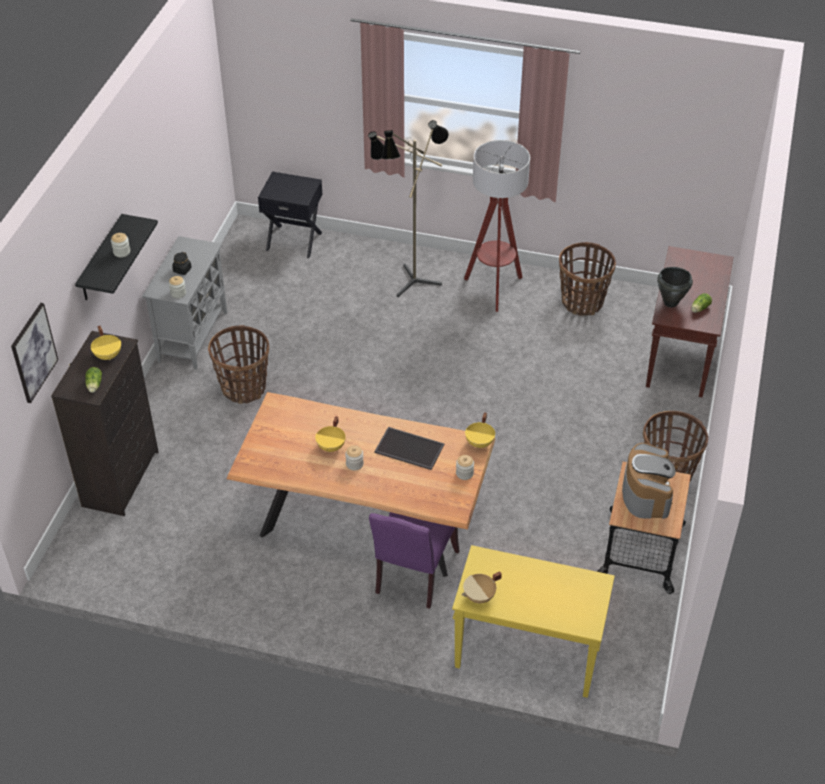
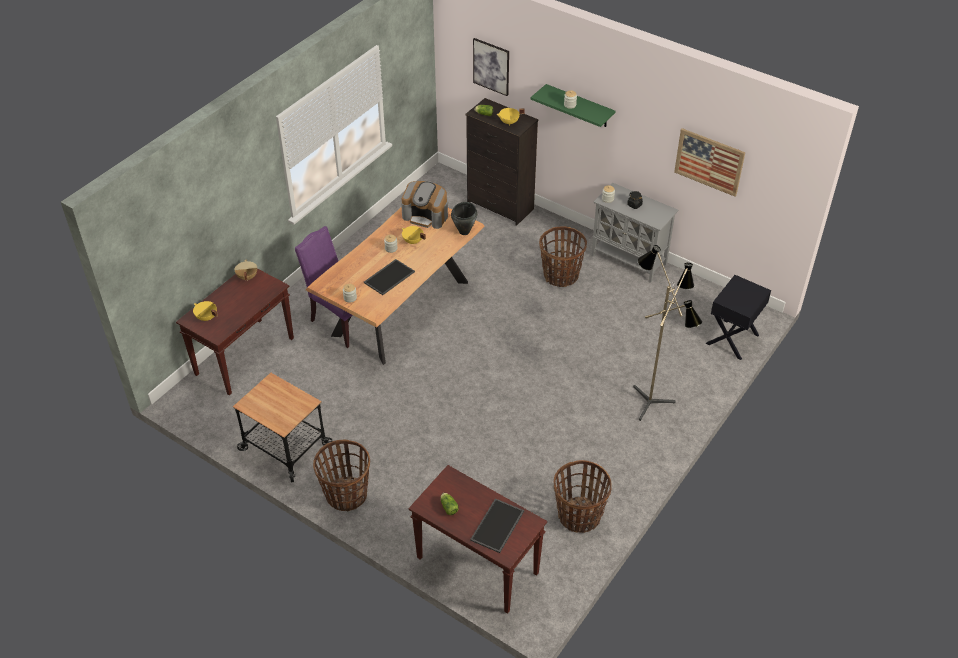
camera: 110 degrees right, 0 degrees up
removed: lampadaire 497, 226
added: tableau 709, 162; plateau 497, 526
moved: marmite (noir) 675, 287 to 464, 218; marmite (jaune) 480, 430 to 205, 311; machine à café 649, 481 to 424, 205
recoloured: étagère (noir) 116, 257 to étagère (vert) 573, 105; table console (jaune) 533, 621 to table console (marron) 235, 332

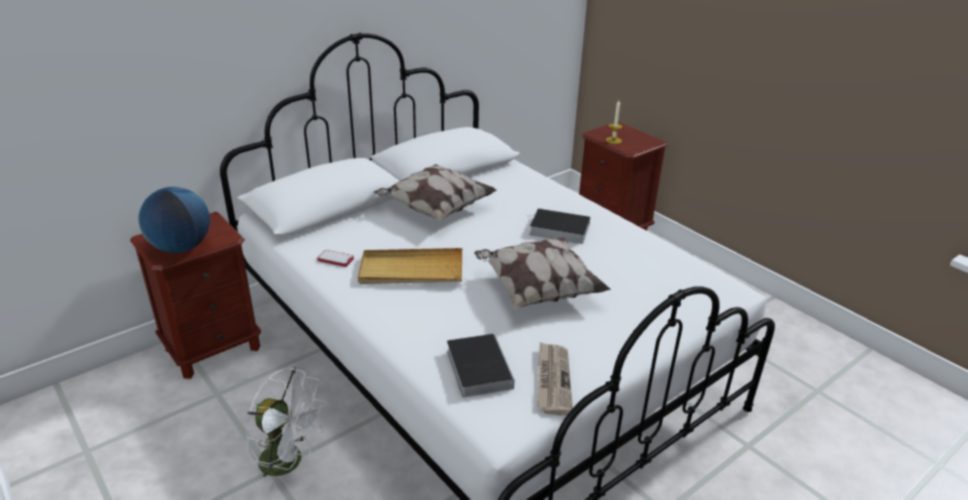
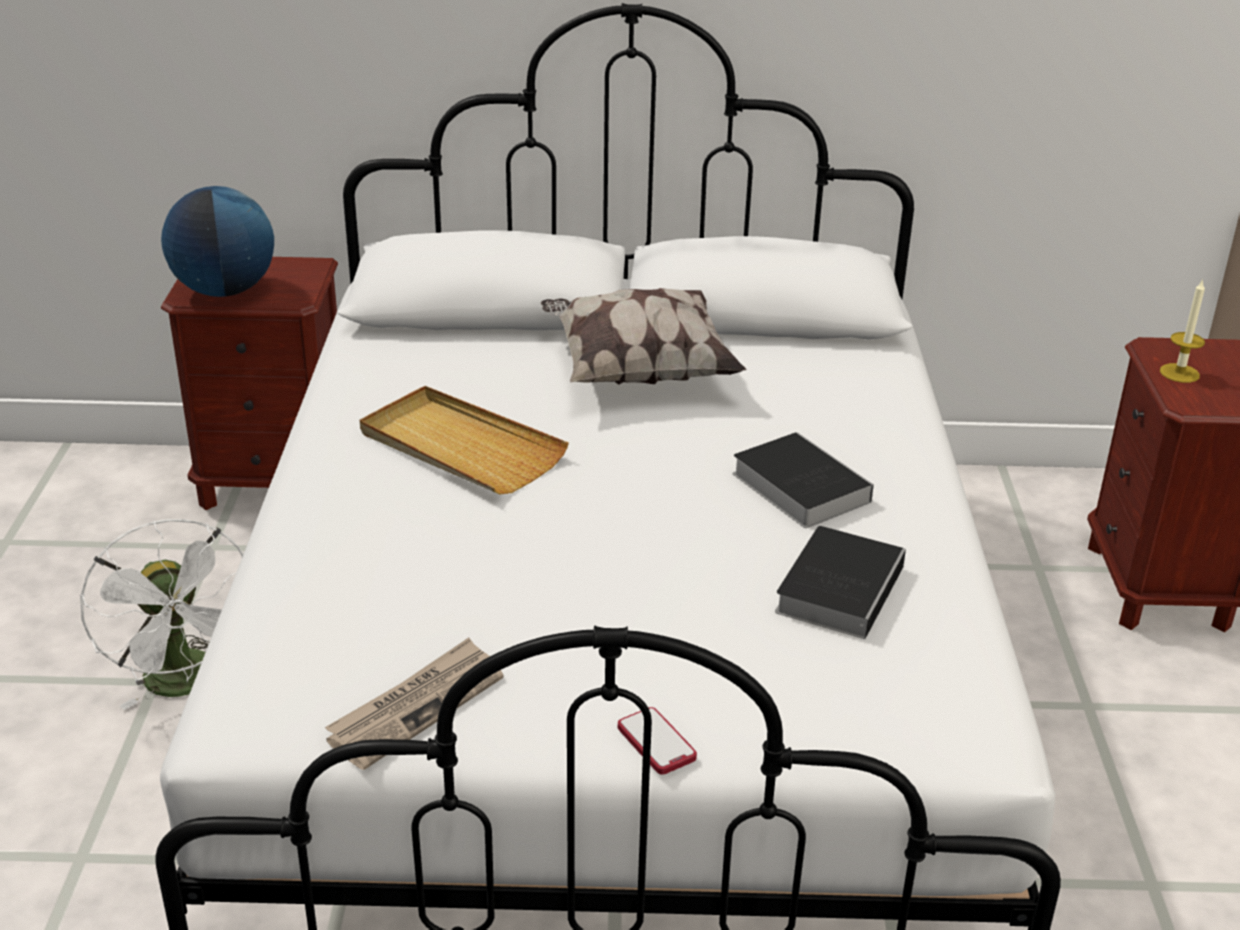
camera: 40 degrees right, 0 degrees up
removed: coussin 542, 273
moved: téléphone 335, 258 to 657, 741; livre 481, 366 to 840, 582

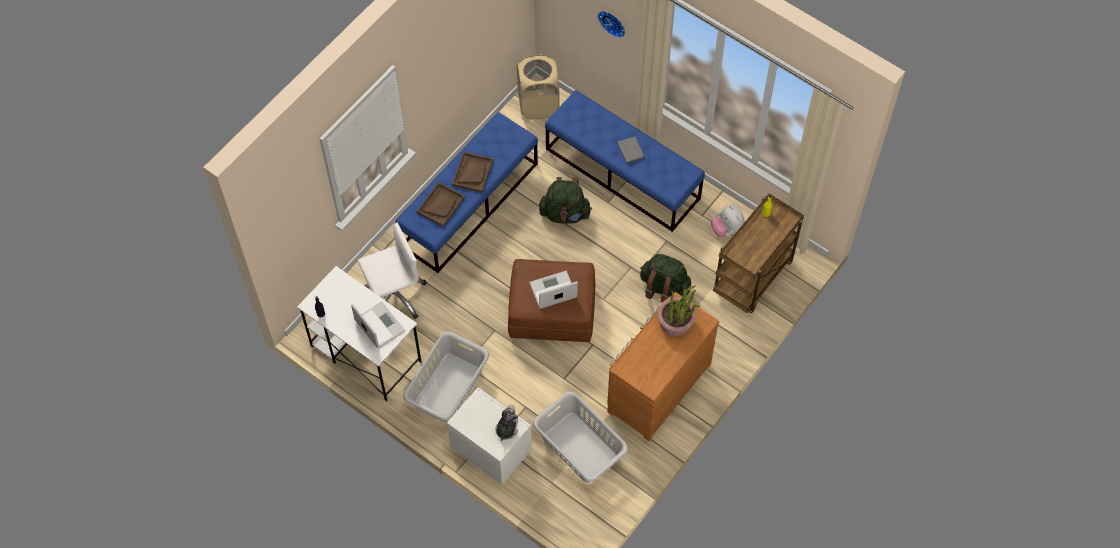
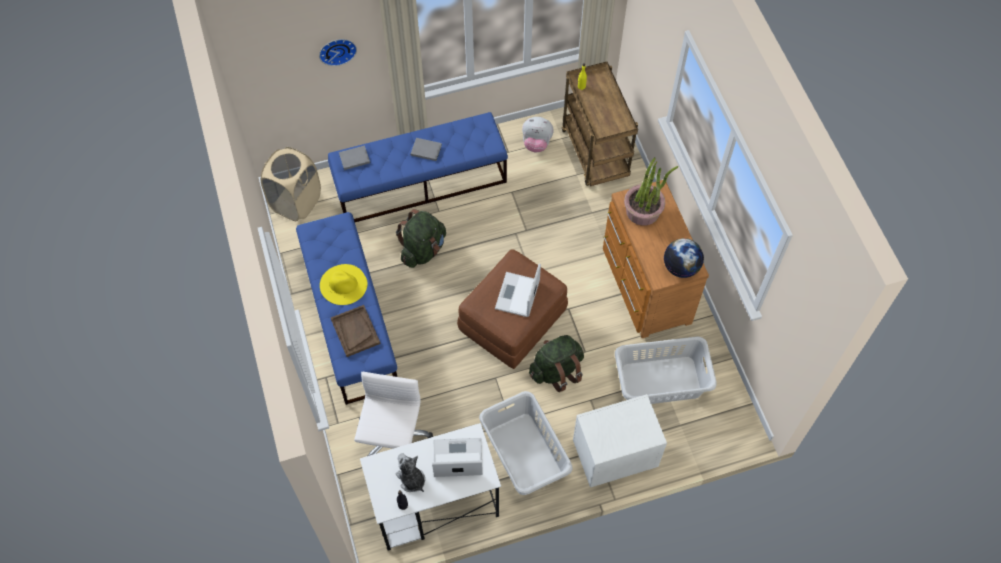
camera: 55 degrees left, 0 degrees up
added: livre (gris) 354, 157; globe 684, 258
moved: sac à dos (vert) 665, 278 to 556, 363; peluche 507, 423 to 410, 472
replaced: plateau (marron) 472, 172 to chapeau (jaune) 343, 284

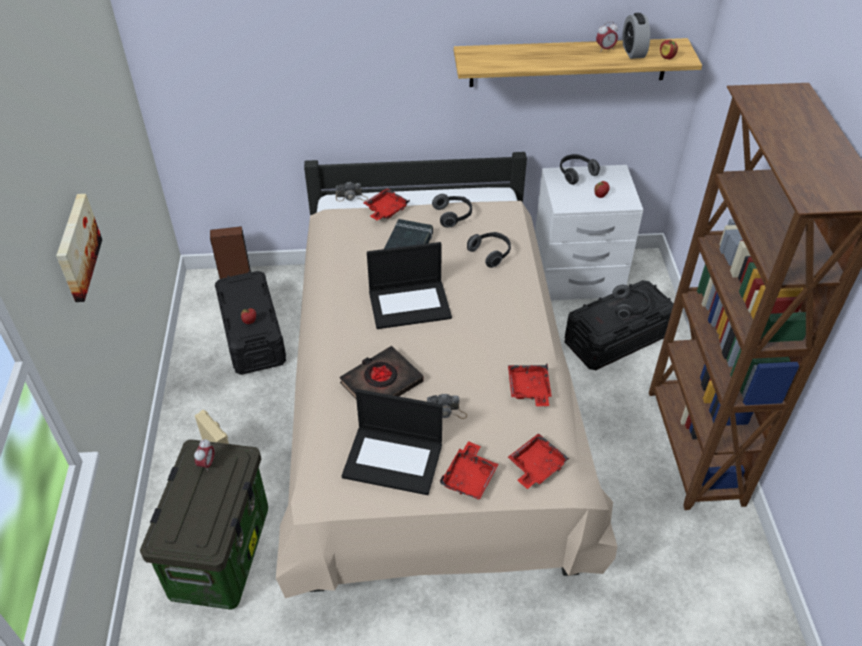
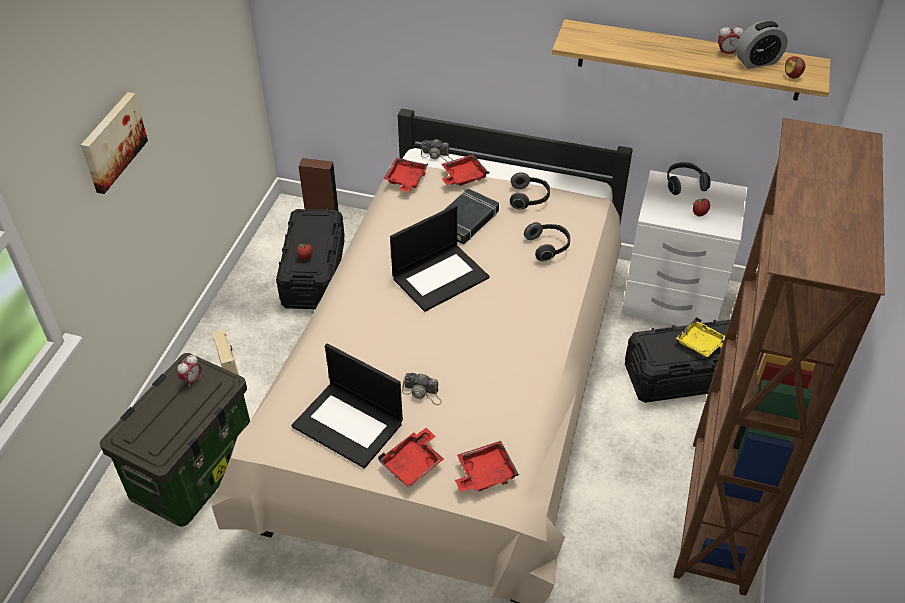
camera: 20 degrees right, 0 degrees up
removed: livre (noir) 381, 372
moved: plateau (rouge) 530, 385 to 405, 175
replaced: casque audio 631, 302 to plateau (jaune) 700, 337
turned: réveil 636, 36 = 762, 45 120 degrees counterclockwise; ordinateur portable 409, 285 = 440, 258 45 degrees counterclockwise

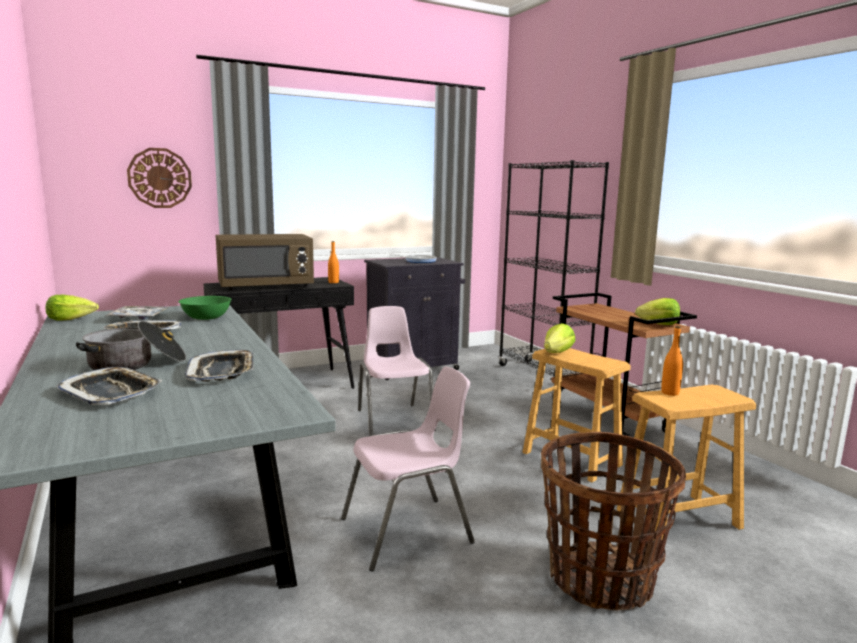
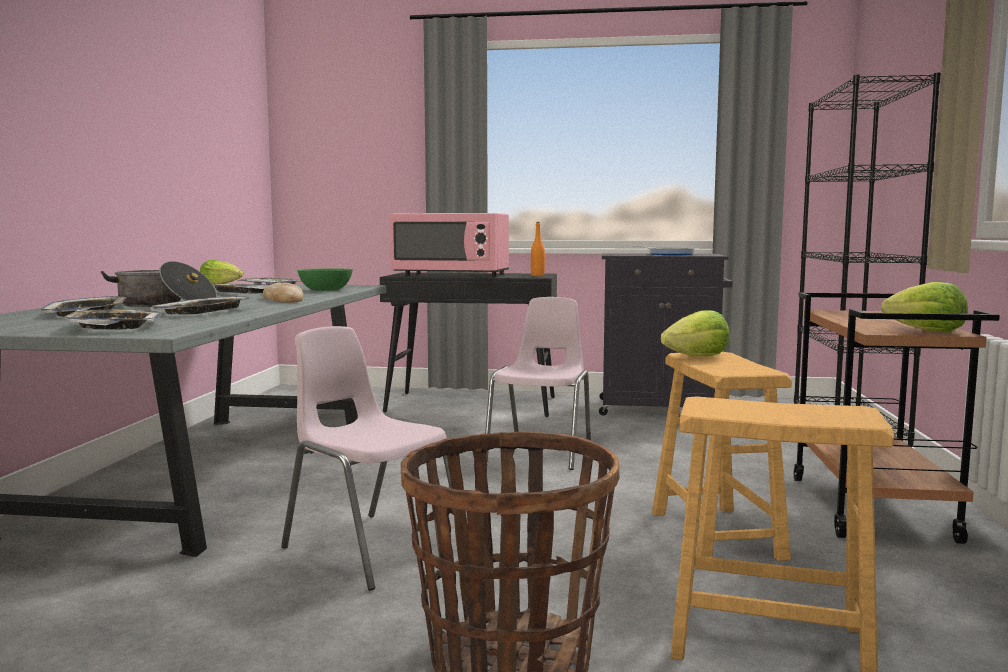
camera: 35 degrees right, 5 degrees down
removed: horloge murale 159, 178; bouteille (orange) 672, 361
added: pain 283, 293; plateau 112, 319
recoloured: micro-ondes (marron) 265, 262 to micro-ondes (rose) 449, 245
turned: chaise (rose) 408, 469 = 366, 458 150 degrees counterclockwise

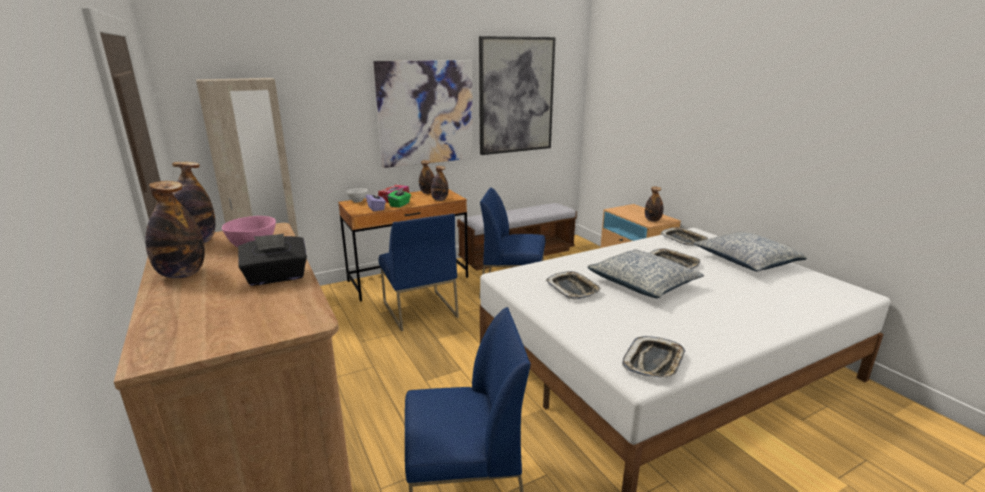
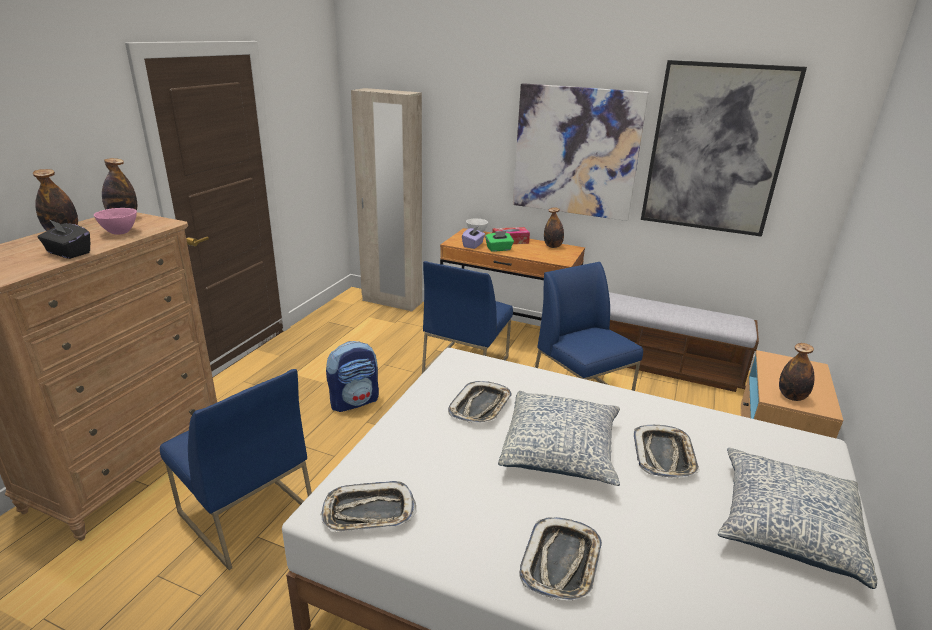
camera: 50 degrees right, 5 degrees up
removed: bouteille 439, 183
added: sac à dos 352, 376
moved: plateau 684, 236 to 560, 559

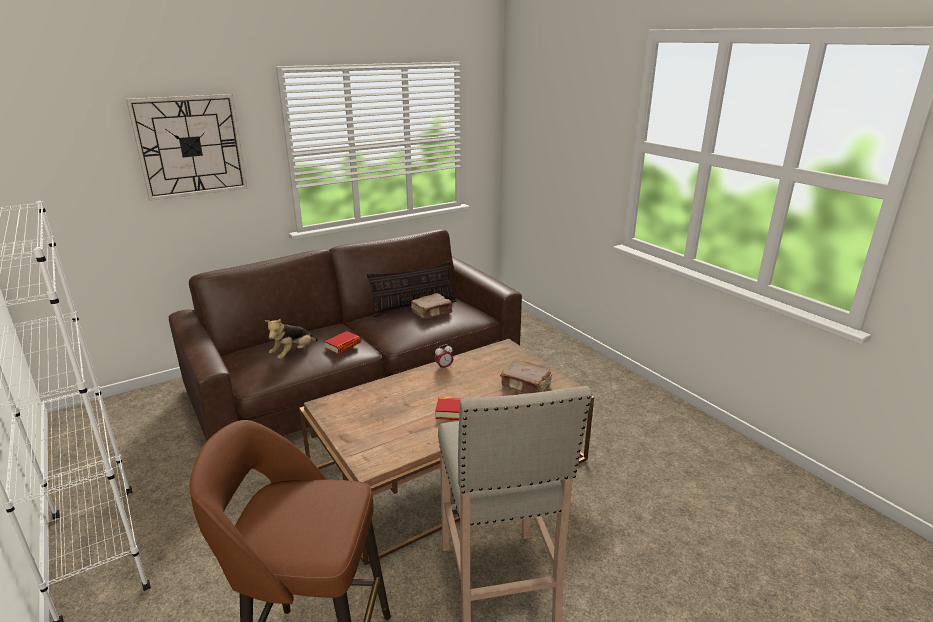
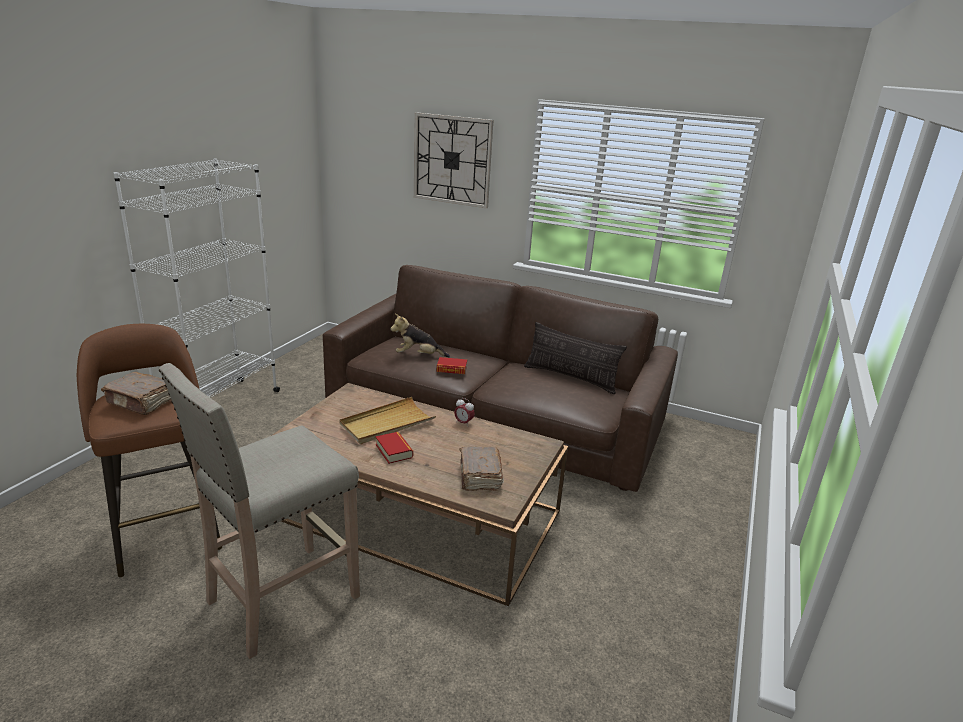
camera: 55 degrees right, 0 degrees up
added: plateau (beige) 388, 420
moved: livre (marron) 431, 306 to 136, 393

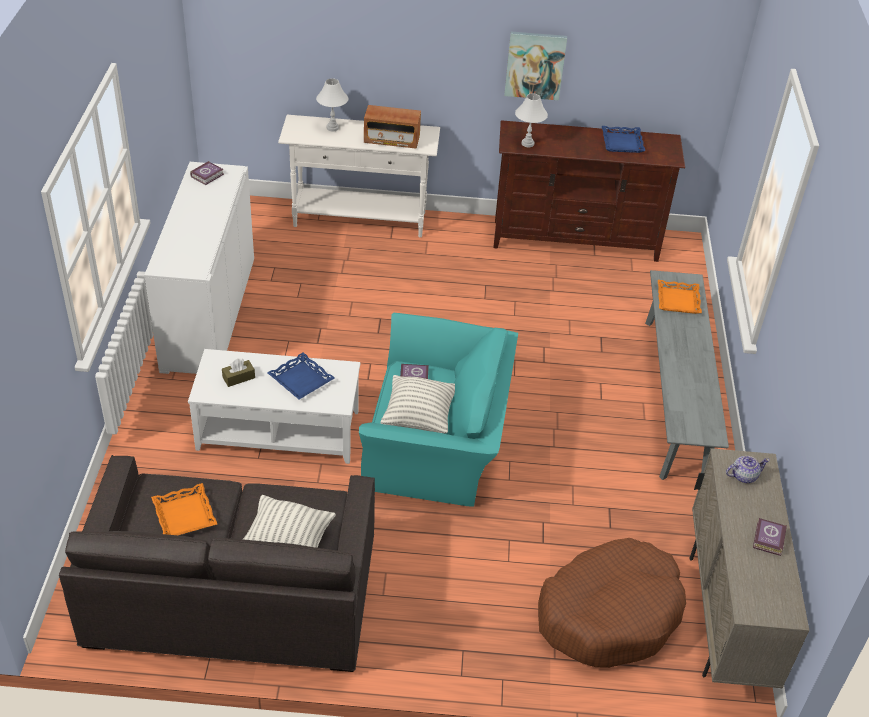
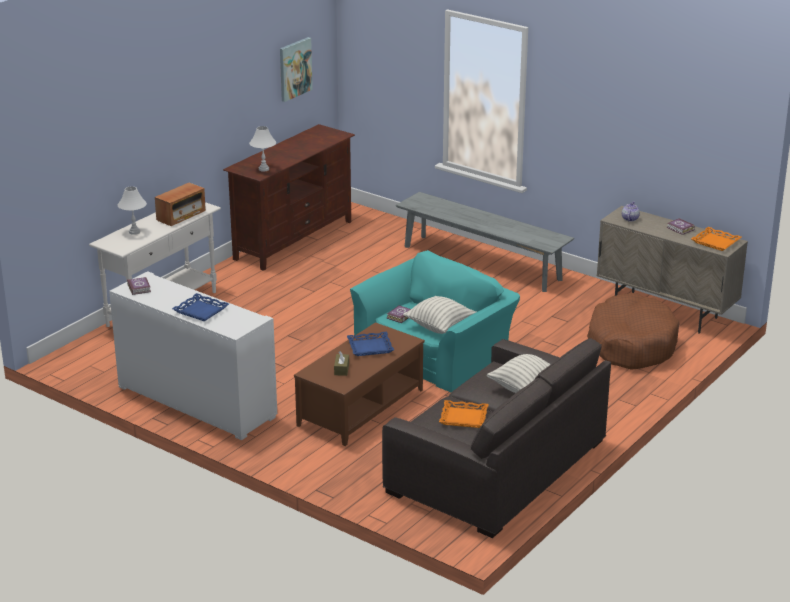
camera: 55 degrees left, 15 degrees down
moved: tableau 535, 66 to 296, 69; plateau (bleu) 623, 139 to 200, 307; plateau (orange) 680, 297 to 716, 239
recoloured: table basse (blanc) 274, 406 to table basse (marron) 359, 384

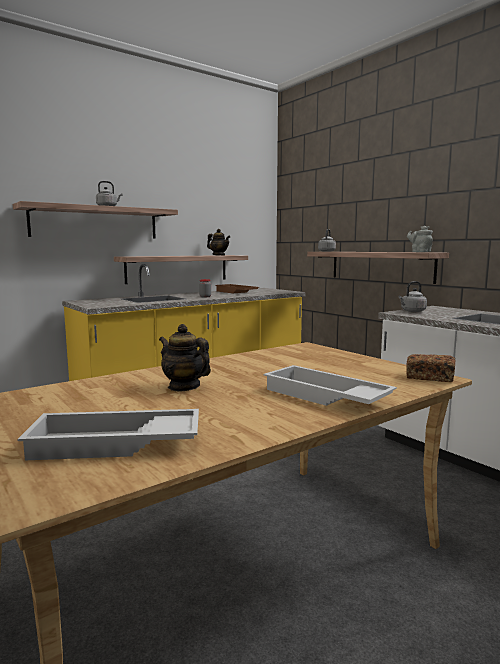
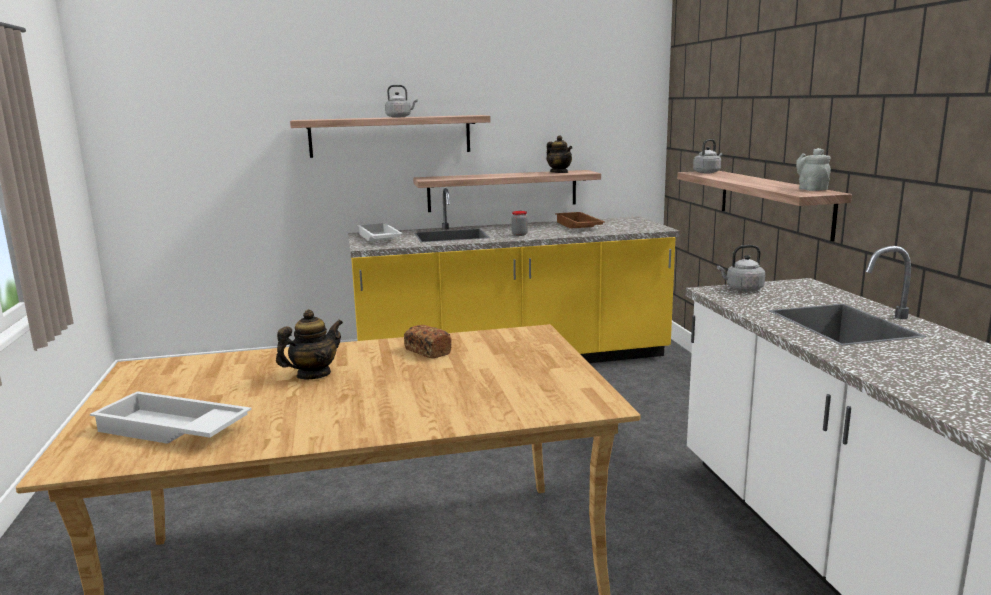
camera: 25 degrees right, 5 degrees up
moved: pain 431, 368 to 428, 341; plateau (blanc) 330, 385 to 380, 232
turned: théière 185, 357 = 309, 344 75 degrees clockwise

